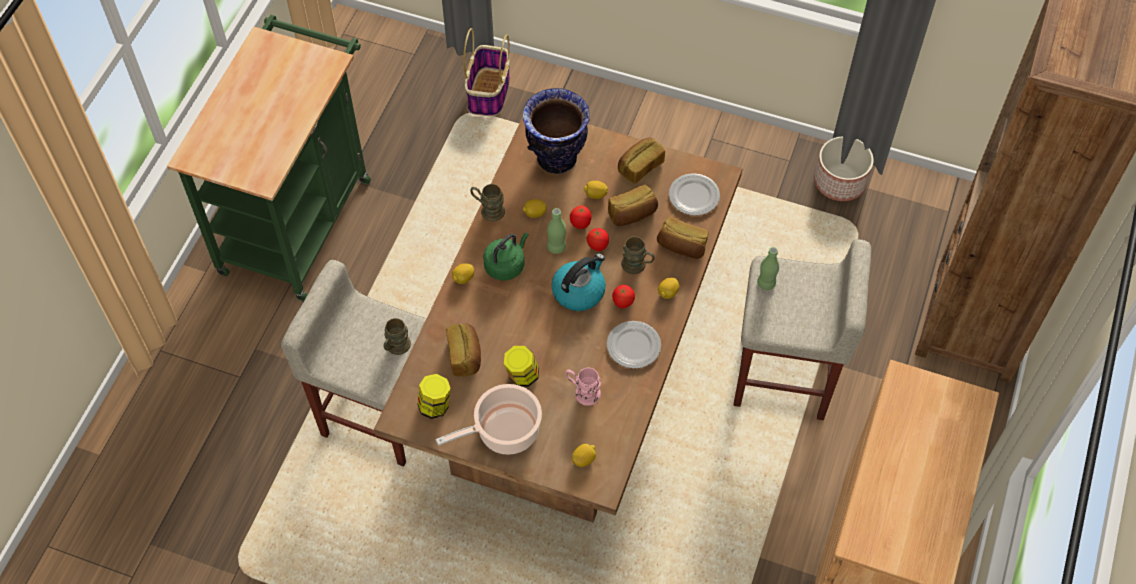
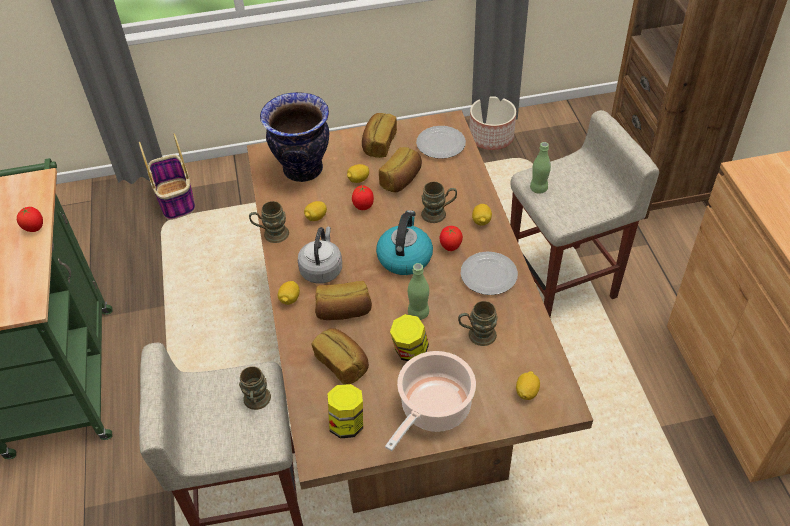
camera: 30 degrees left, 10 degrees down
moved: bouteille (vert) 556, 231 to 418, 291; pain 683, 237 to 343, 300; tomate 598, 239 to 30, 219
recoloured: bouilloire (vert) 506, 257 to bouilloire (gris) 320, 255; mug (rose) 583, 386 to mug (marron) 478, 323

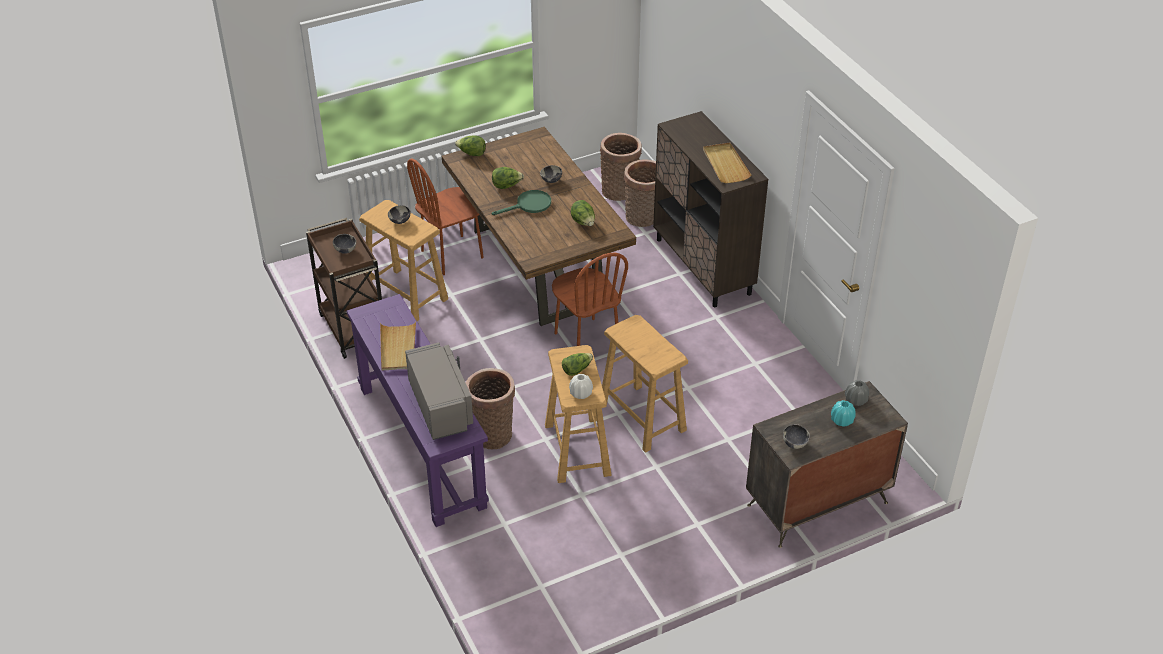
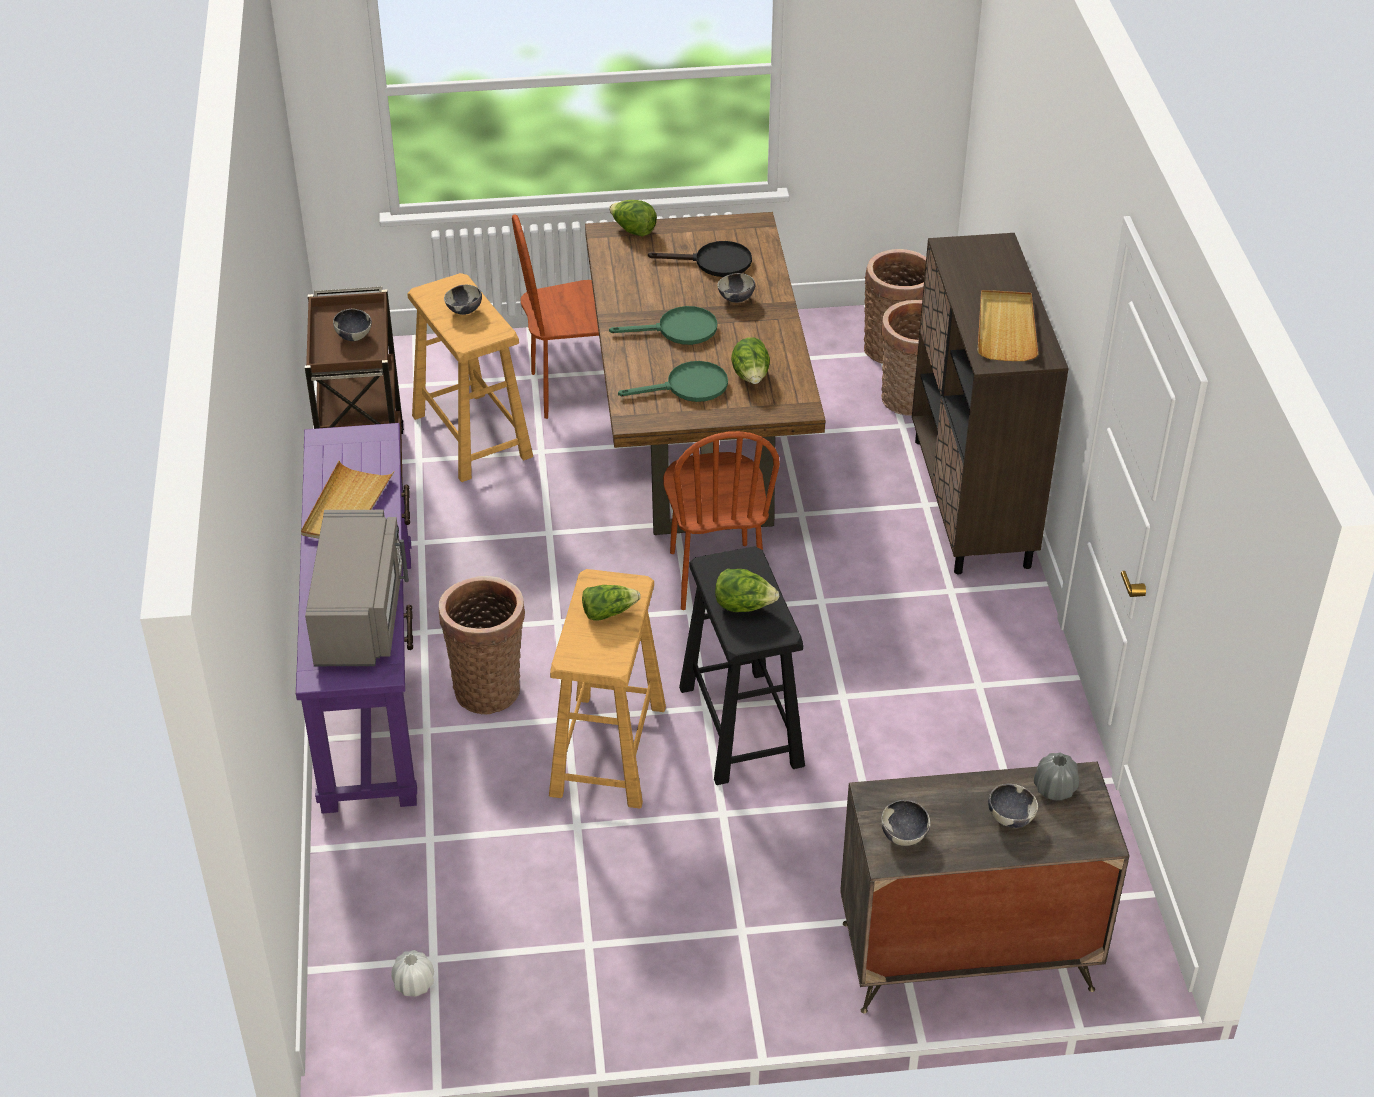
camera: 20 degrees right, 0 degrees up
added: poêle (noir) 700, 259; poêle (vert) 673, 381
moved: laitue 508, 178 to 747, 590; vase (blanc) 581, 386 to 412, 973
replaced: vase (turquoise) 843, 413 to bol 1013, 806
recoloured: tabouret (beige) 645, 384 to tabouret (noir) 742, 665

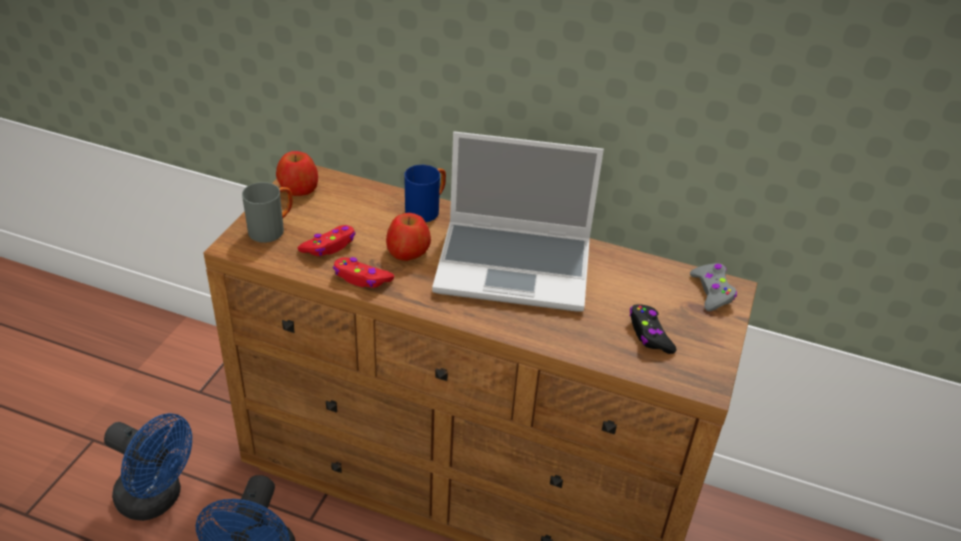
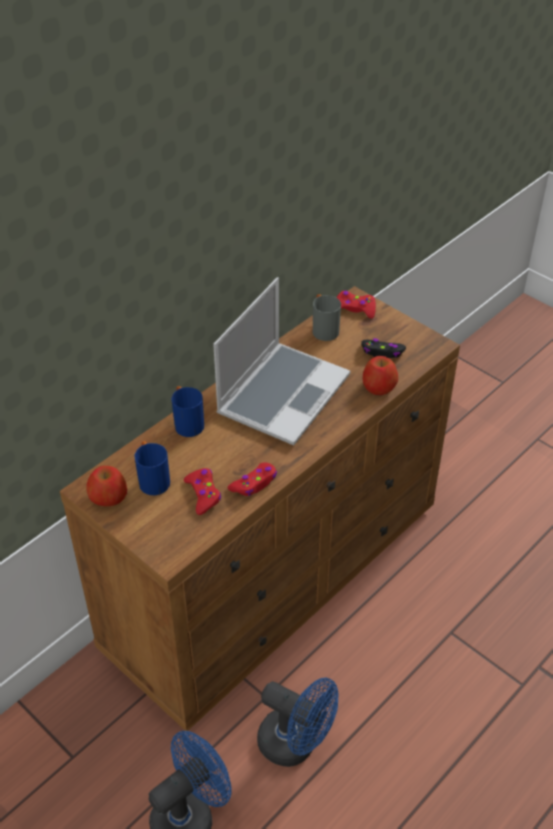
camera: 65 degrees left, 5 degrees up
added: mug (bleu) 152, 468
moved: mug (gris) 267, 212 to 327, 317; pomme 408, 237 to 380, 375
recoloured: manette (gris) 713, 287 to manette (rouge) 356, 305

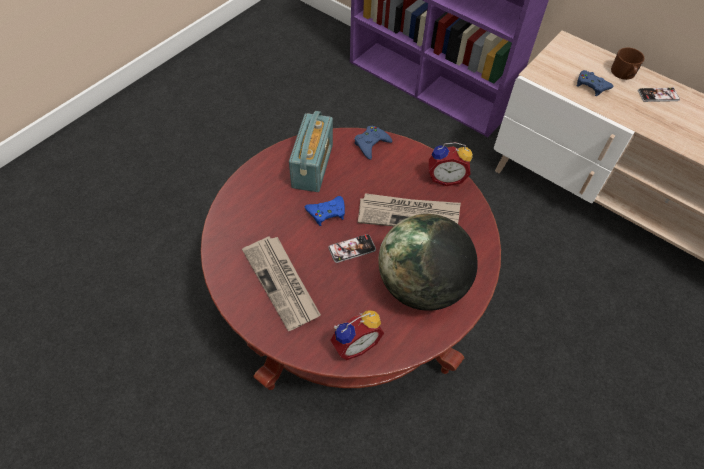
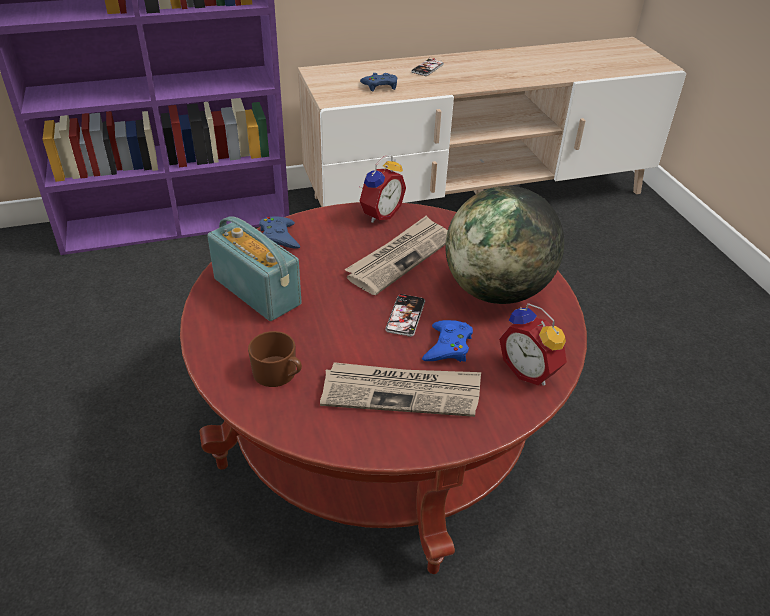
camera: 55 degrees left, 15 degrees down
moved: mug (marron) 628, 63 to 275, 359; manette (bleu) 325, 211 to 447, 341
turned: réveil 357, 335 = 533, 344 135 degrees clockwise

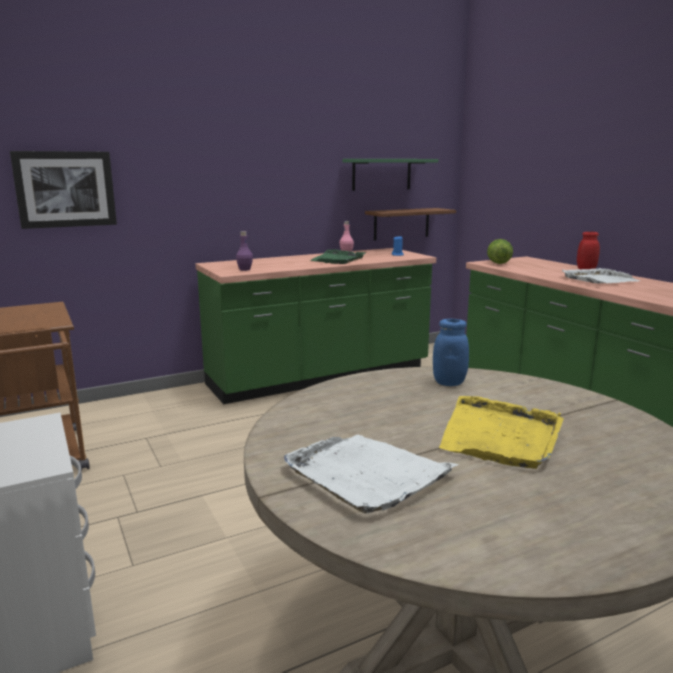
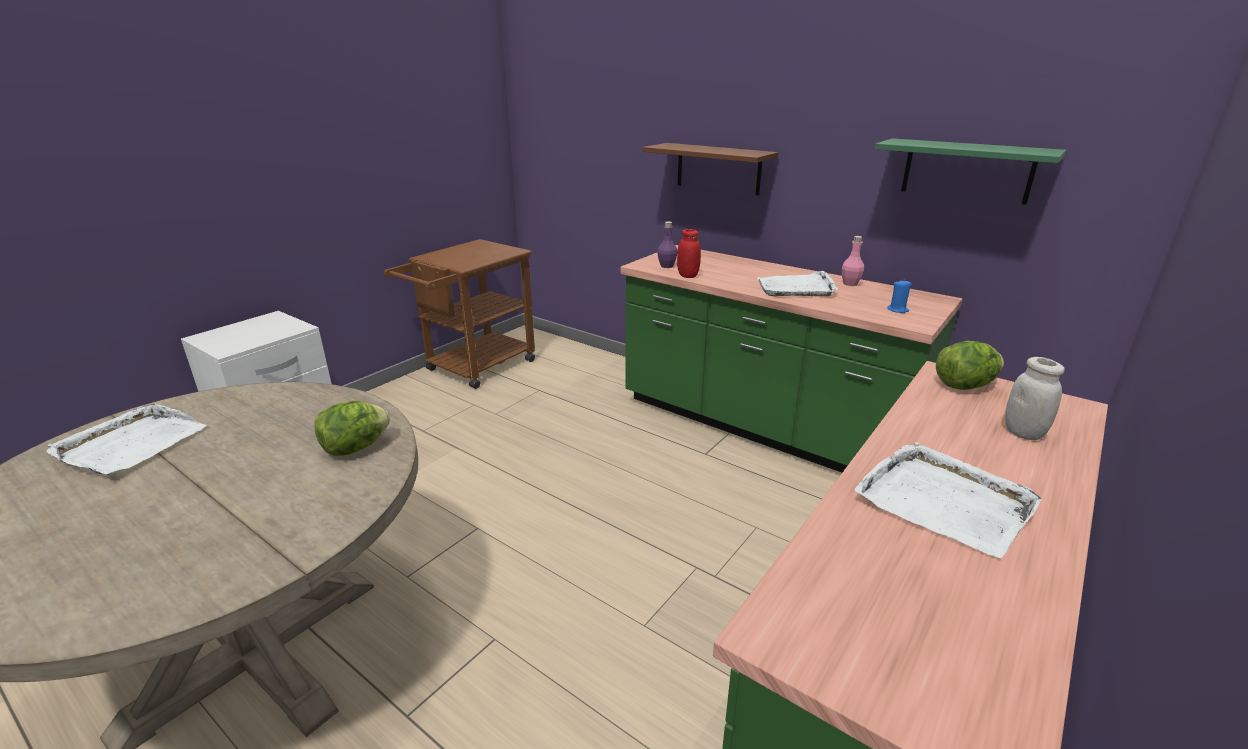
camera: 65 degrees right, 10 degrees up
removed: tableau 63, 190; plateau (jaune) 501, 432
added: bocal (blanc) 1035, 398
moved: étagère (marron) 410, 224 to 710, 169; bocal (rouge) 588, 250 to 689, 253
replaced: bocal (bleu) 451, 352 to laitue 352, 428
recoloured: plateau (vert) 337, 256 to plateau (blanc) 797, 283

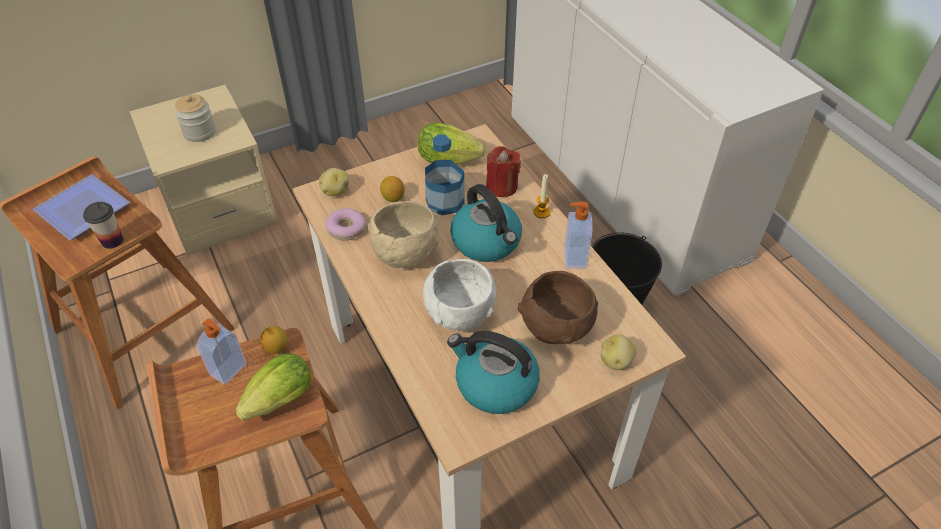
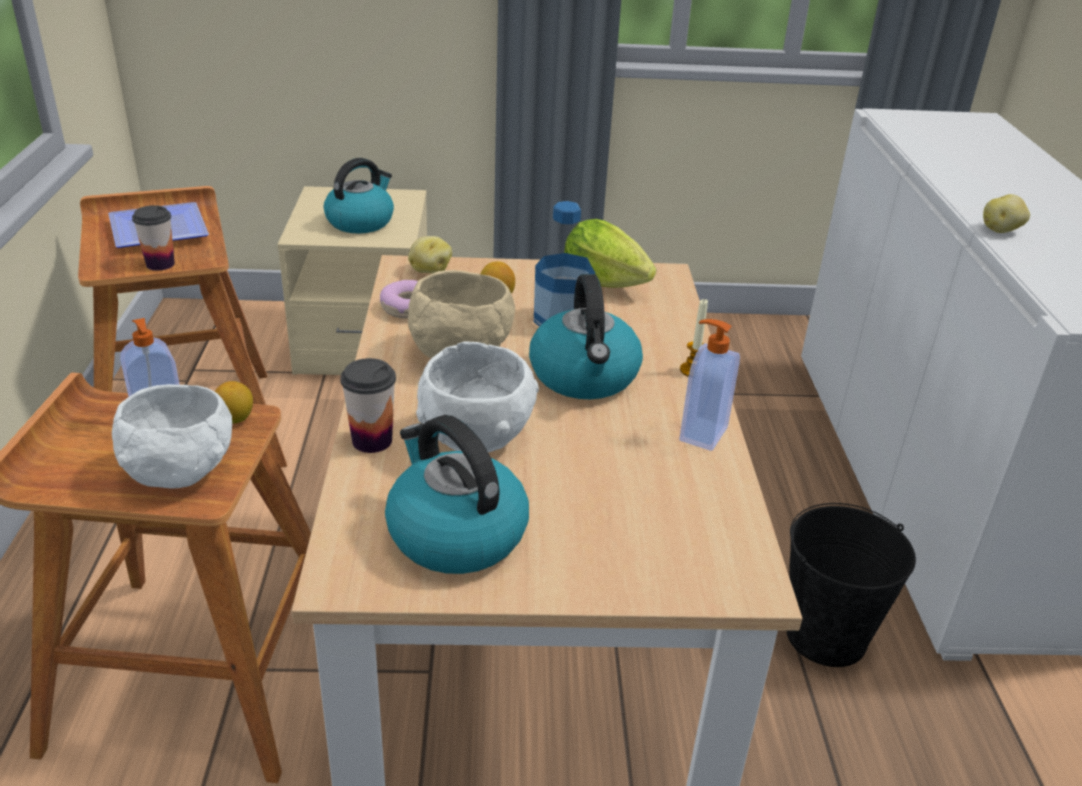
camera: 25 degrees right, 15 degrees down
removed: bougie (rouge) 503, 171; bol (marron) 558, 307
added: tasse 368, 405
moved: pomme de terre 619, 352 to 1006, 213
replaced: bocal 195, 118 to bouilloire 359, 195; laitue 273, 387 to bol (blanc) 172, 436

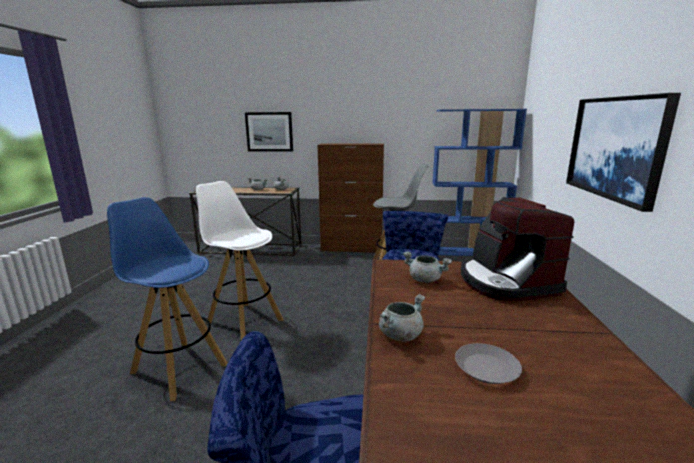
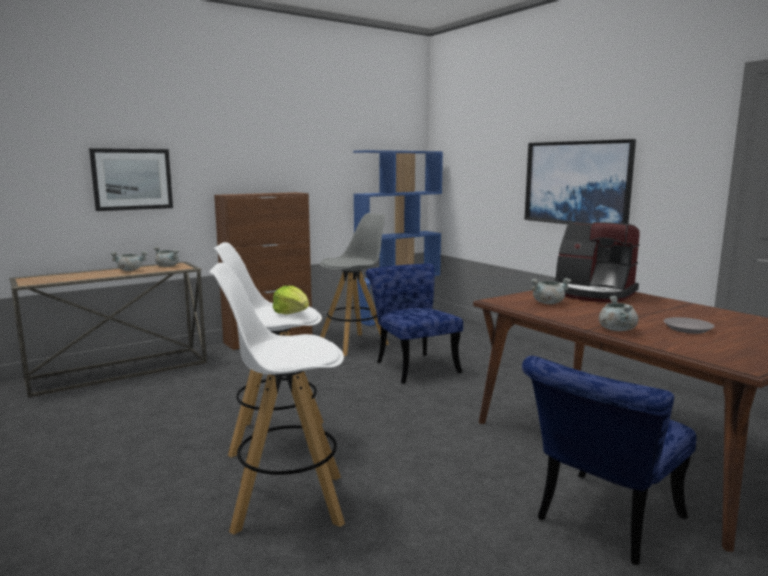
camera: 40 degrees left, 5 degrees down
added: laitue 291, 300
recoloured: tabouret (bleu) 167, 299 to tabouret (blanc) 277, 399

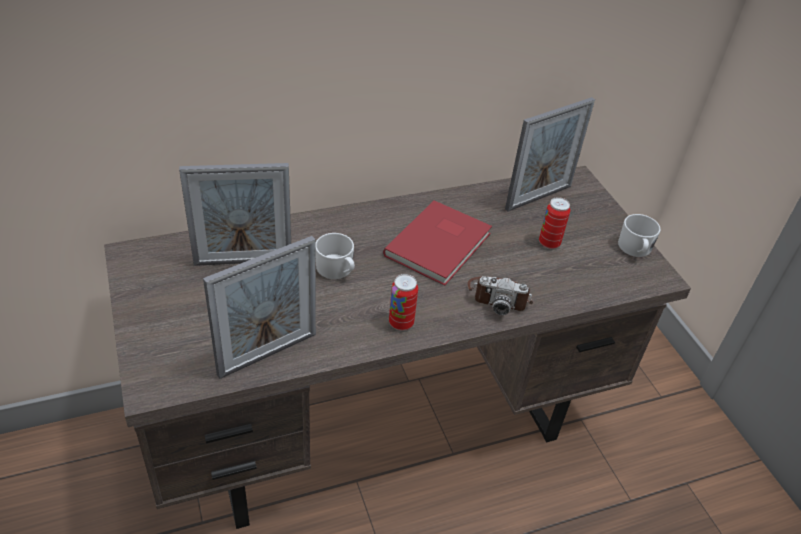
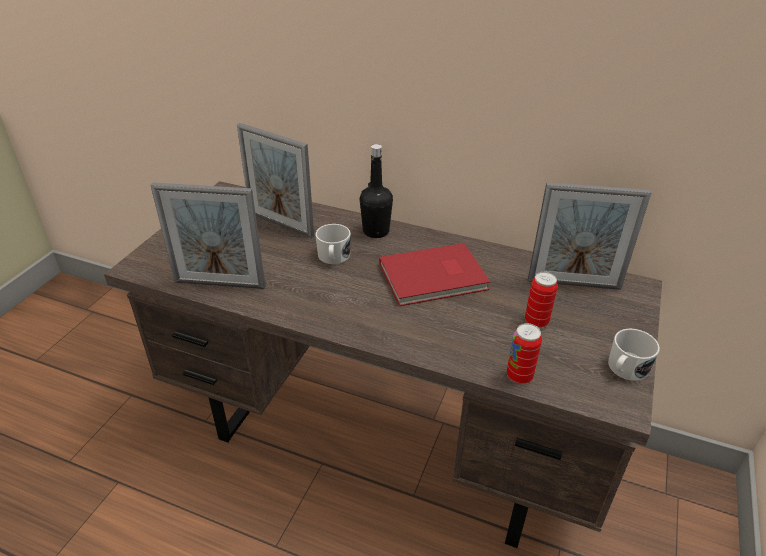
camera: 45 degrees right, 5 degrees down
removed: appareil photo 500, 295
added: bouteille (noir) 376, 191
moved: boîte métallique 403, 302 to 524, 353

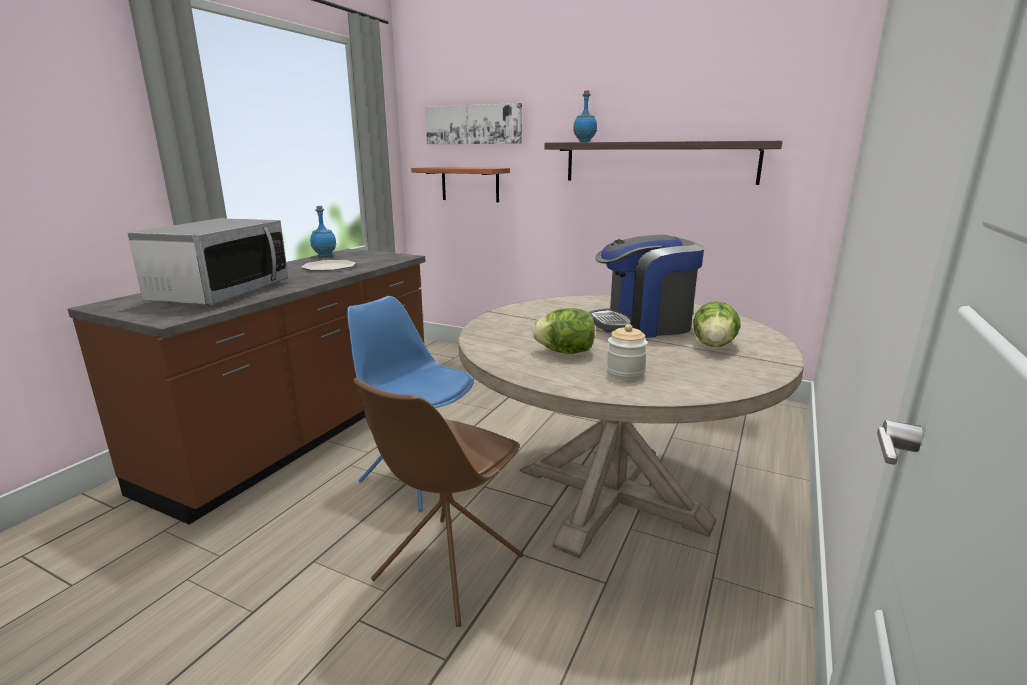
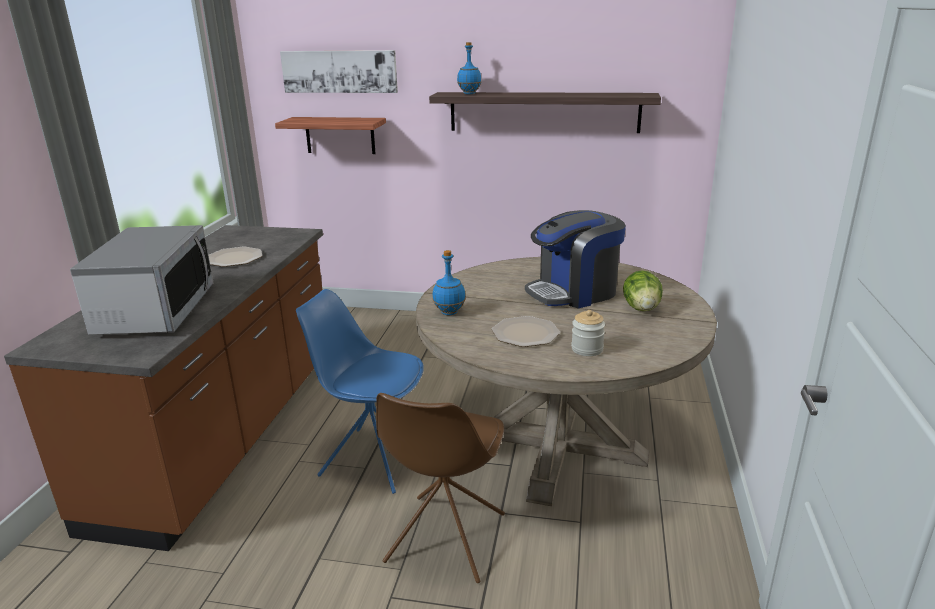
camera: 15 degrees left, 5 degrees up
moved: bouteille (bleu) 323, 231 to 449, 282
replaced: laitue 563, 331 to assiette 526, 331

